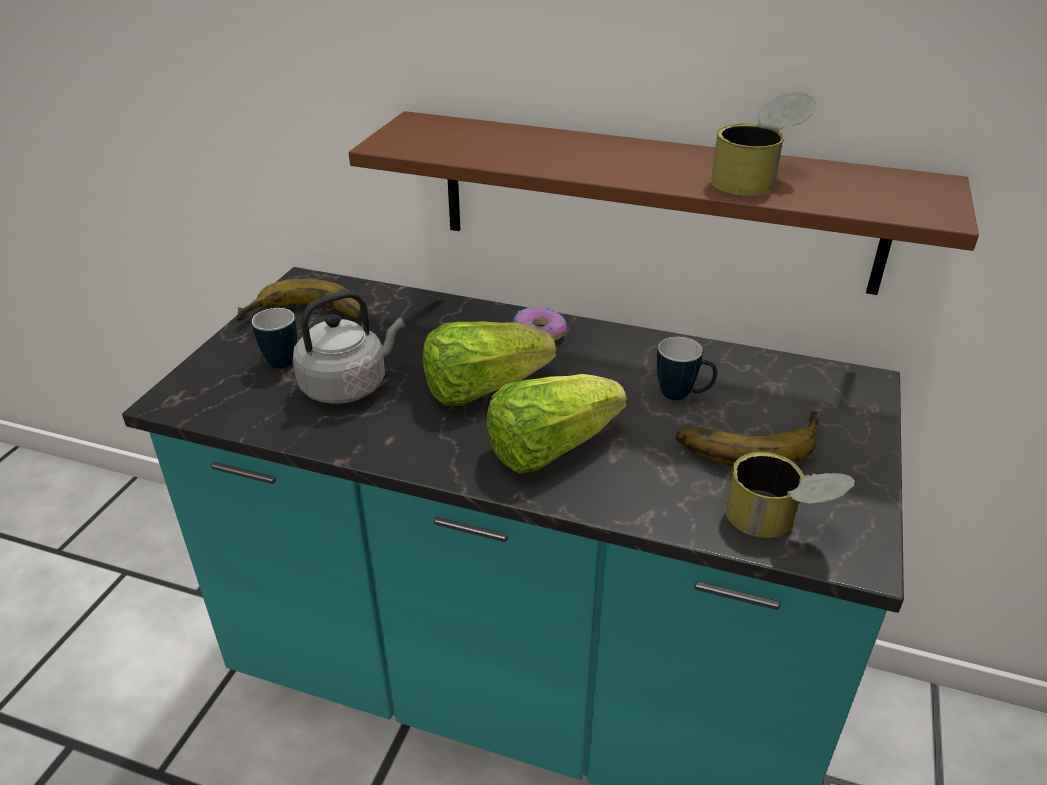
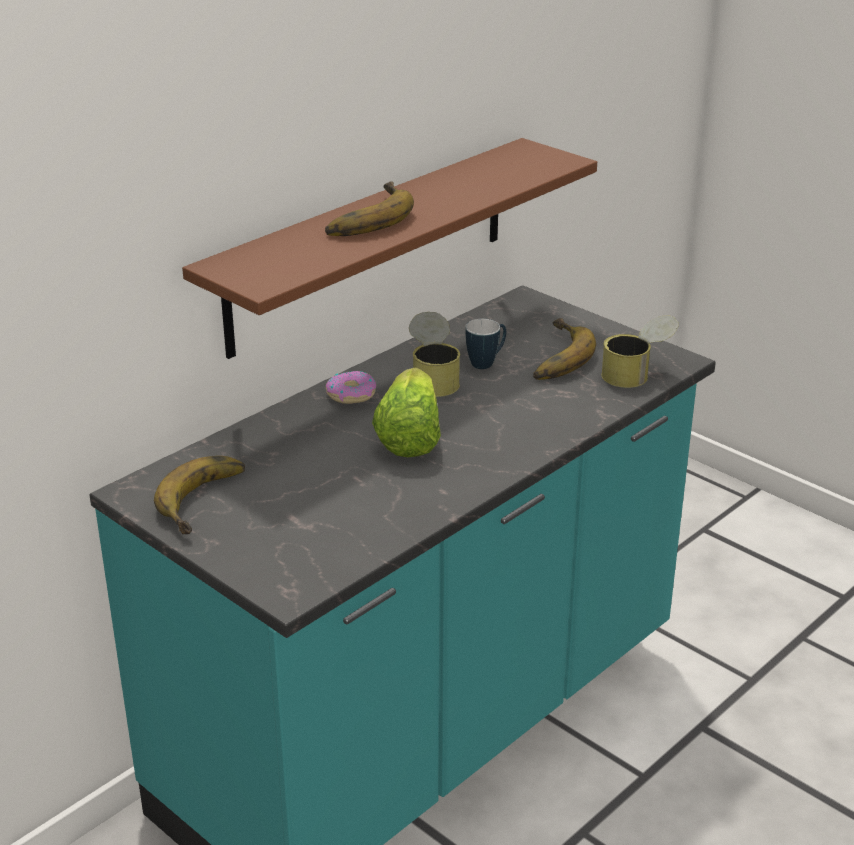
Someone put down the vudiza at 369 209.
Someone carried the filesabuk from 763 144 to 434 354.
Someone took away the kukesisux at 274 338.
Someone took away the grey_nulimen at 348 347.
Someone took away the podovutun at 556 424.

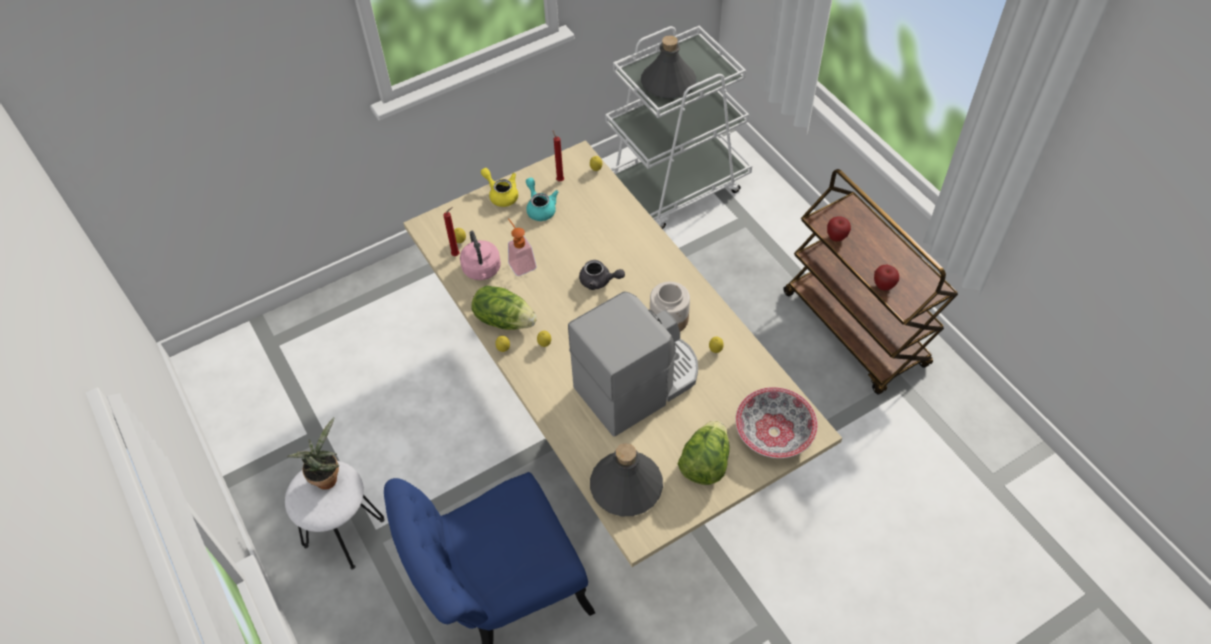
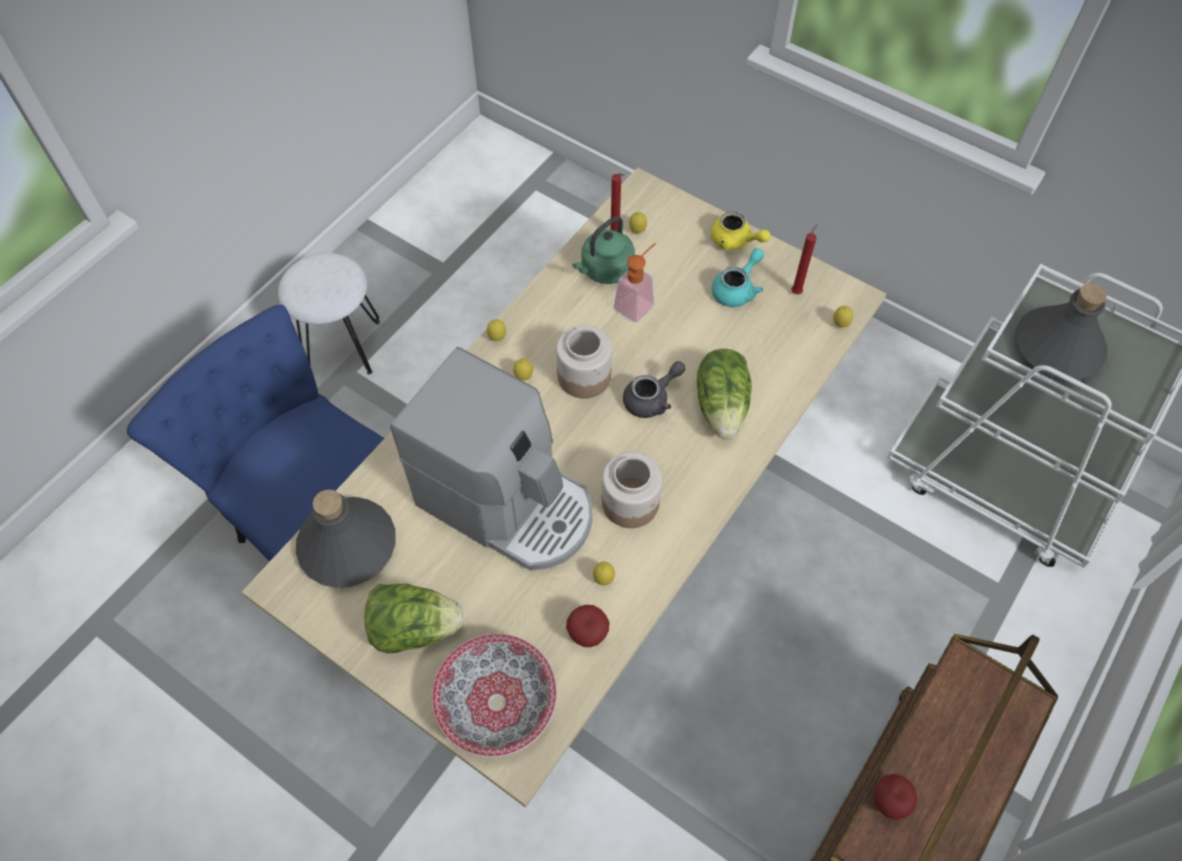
Someone put down the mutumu at 584 361.
Someone carried the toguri from 839 228 to 588 626.
Someone repainted the pink_nulimen at 480 255, which became the green_nulimen at 603 250.
Someone rotated the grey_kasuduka at 602 275 by 120 degrees counterclockwise.
Someone carried the podovutun from 504 307 to 724 394.
Someone rotated the yellow_kasuduka at 499 187 by 105 degrees clockwise.
Someone took away the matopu at 313 453.

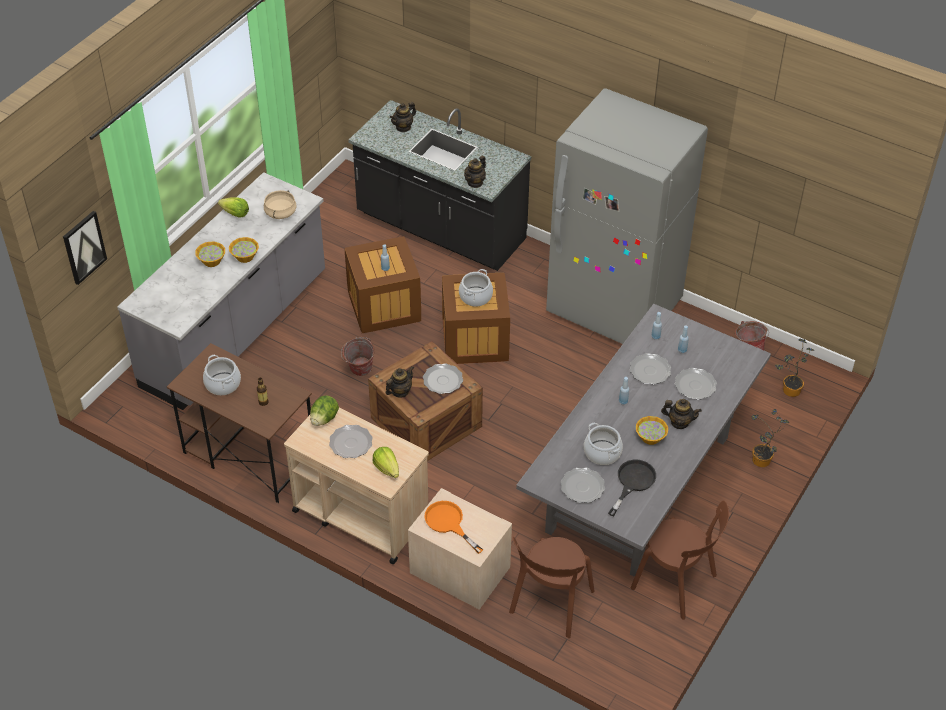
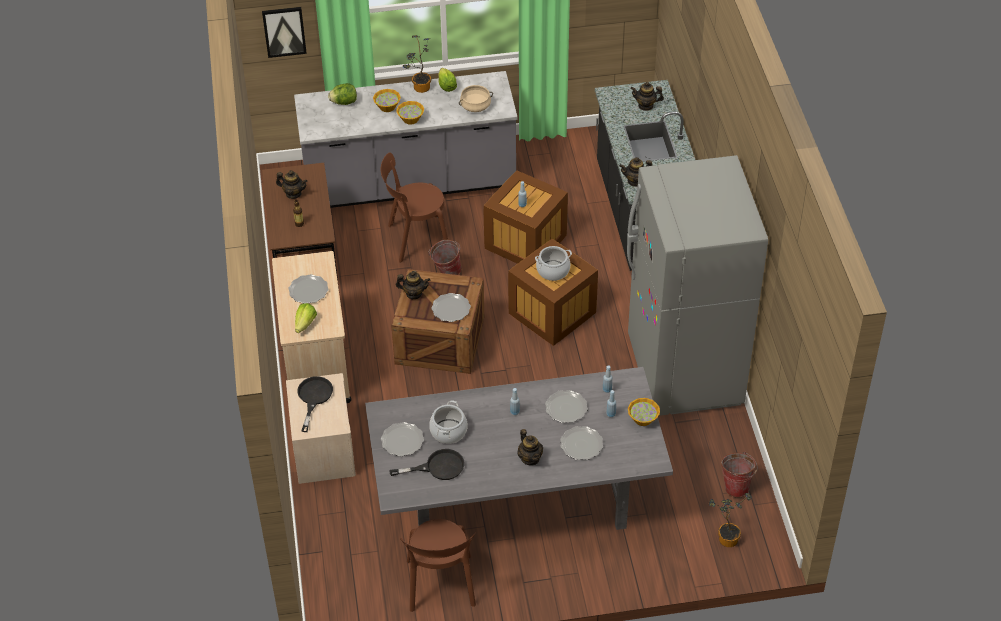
Someone swapped the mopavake at 222 375 for the kasuduka at 292 184.
Someone repainted the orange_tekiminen at 453 527, which became the black_tekiminen at 315 404.
Someone carried the podovutun from 324 411 to 342 94.
Someone carried the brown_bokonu from 551 587 to 414 207.
Someone carried the matopu from 770 438 to 417 64.
Someone carried the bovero from 652 430 to 644 412.

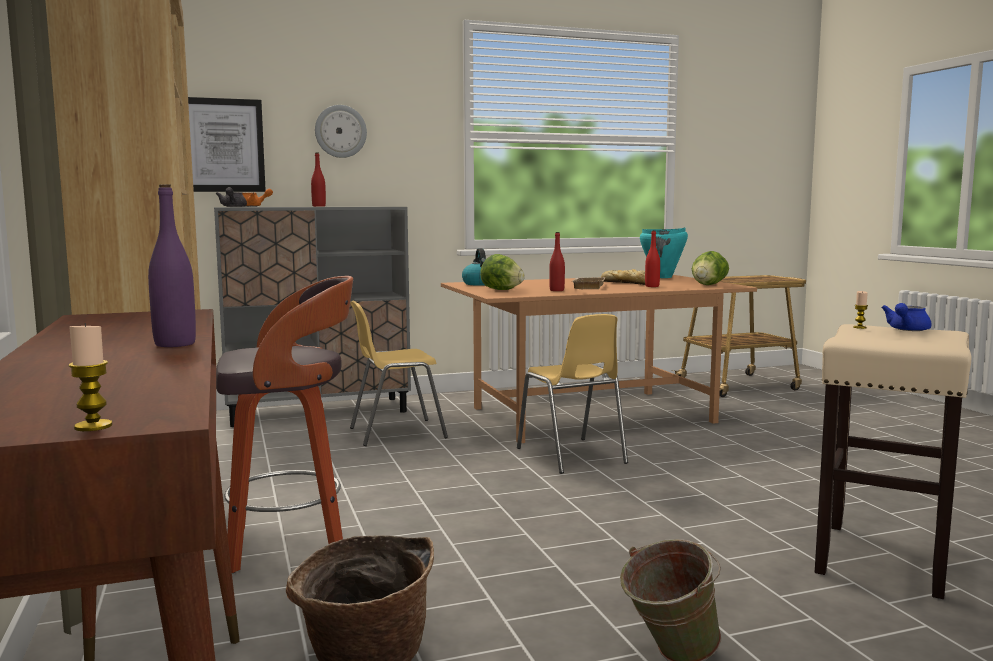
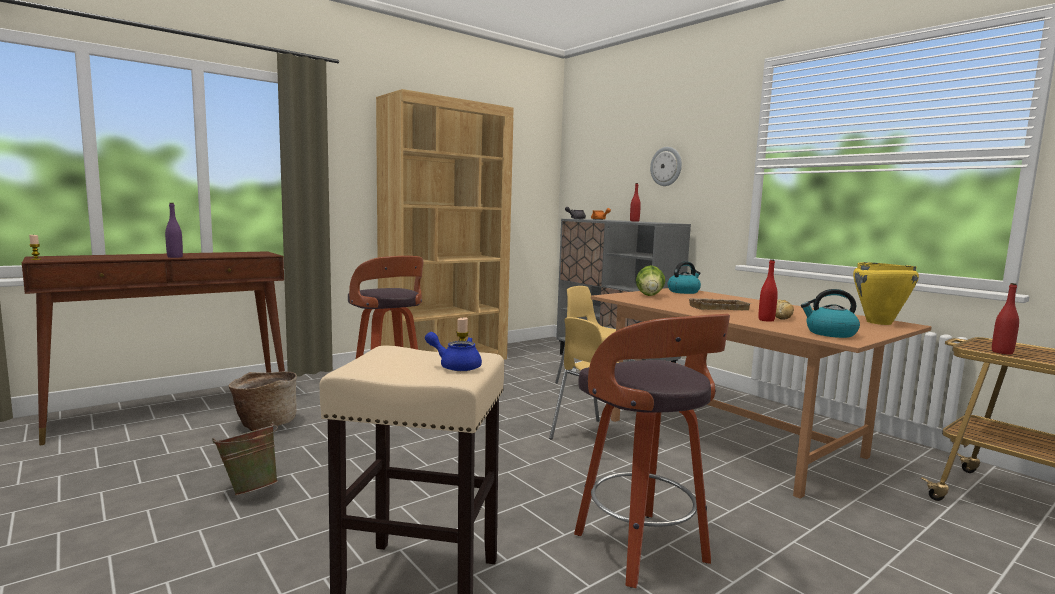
Someone put down the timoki at 652 450.
Someone swapped the podovutun at 710 268 for the nulimen at 830 313.
Someone repainted the turquoise_mopavake at 664 252, which became the yellow_mopavake at 886 293.
Someone carried the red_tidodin from 557 261 to 1005 318.
Someone took away the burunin at 227 144.

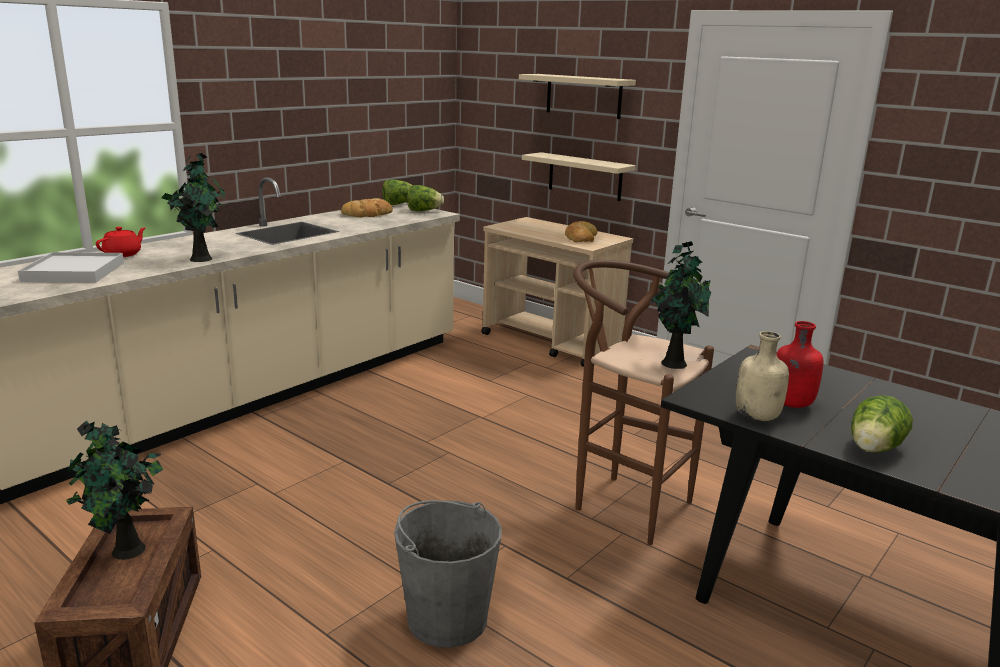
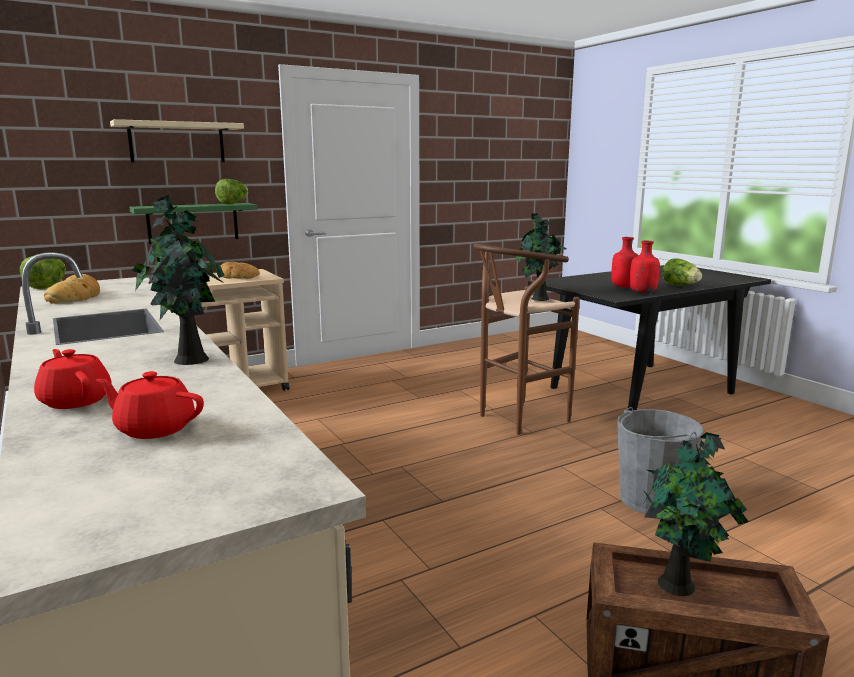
Someone swapped the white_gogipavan at 71 267 for the red_kasuduka at 150 405.
Someone repainted the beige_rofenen at 579 176, which became the green_rofenen at 193 223.
Someone carried the podovutun from 425 198 to 231 191.
Someone repainted the beige_tidodin at 762 376, which became the red_tidodin at 645 267.

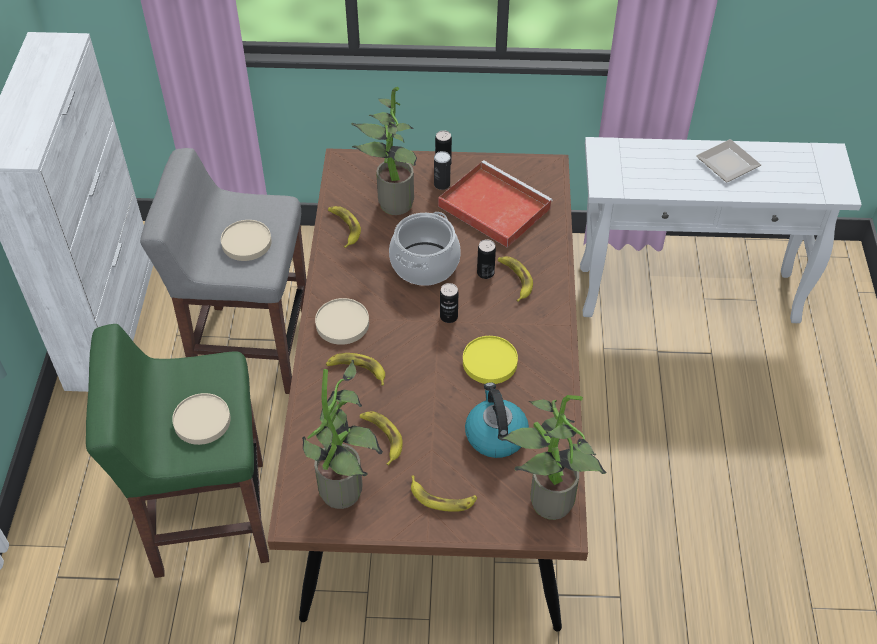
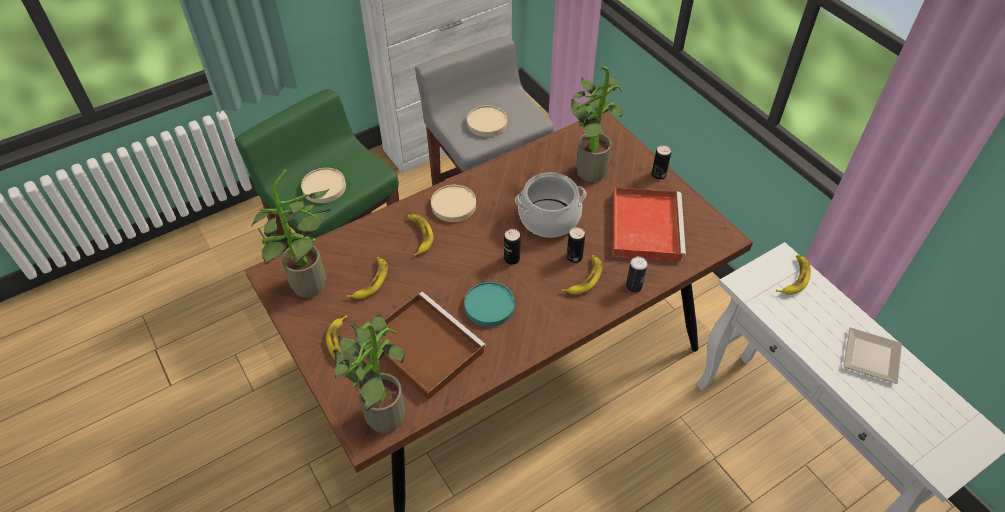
Someone swapped the nulimen at 497 420 for the brown_gogipavan at 433 346.
Someone repainted the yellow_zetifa at 490 360, which became the turquoise_zetifa at 489 304.
Someone carried the filesabuk from 442 170 to 637 274.
Someone carried the vudiza from 344 227 to 793 275.

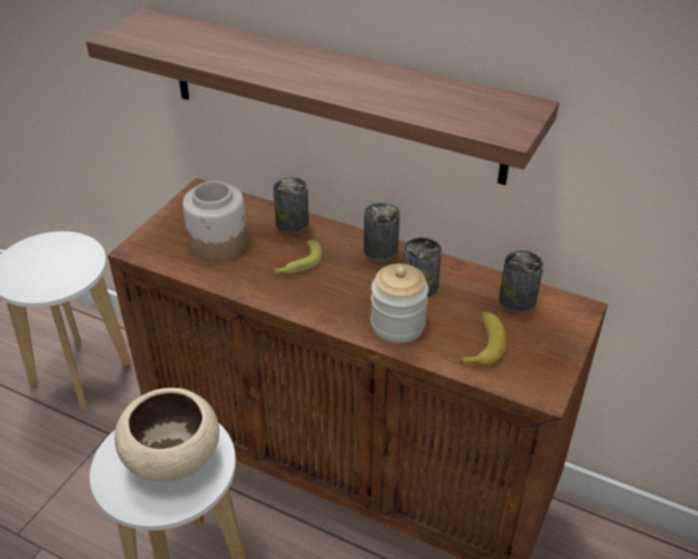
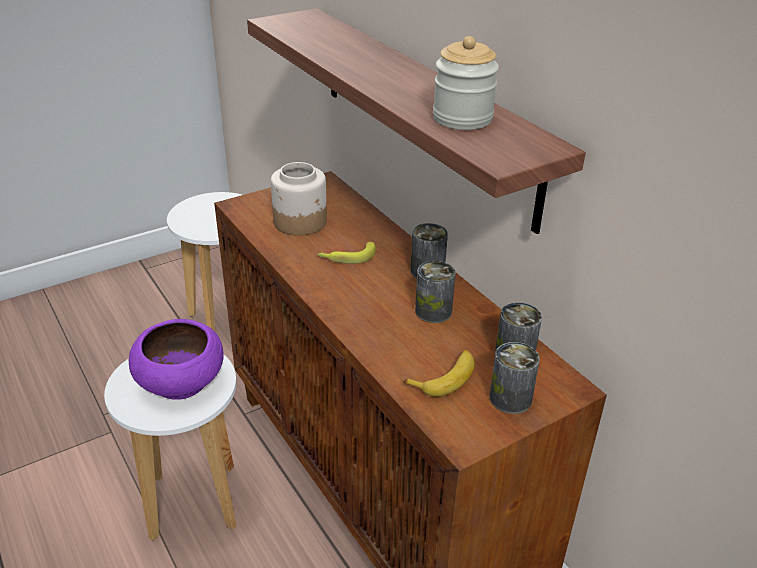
Someone repainted the beige_bovero at 166 435, which became the purple_bovero at 176 359.
Someone carried the mutumu from 400 303 to 466 83.
Someone carried the filesabuk from 291 205 to 515 378.

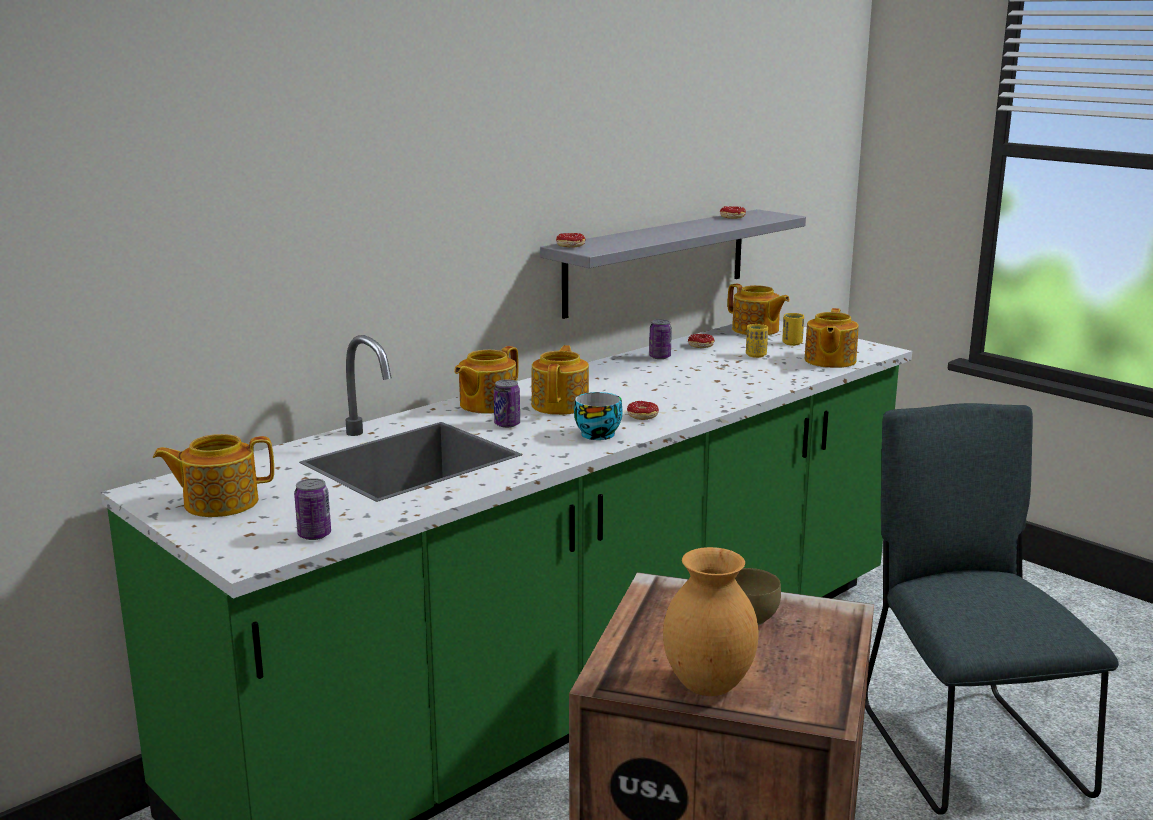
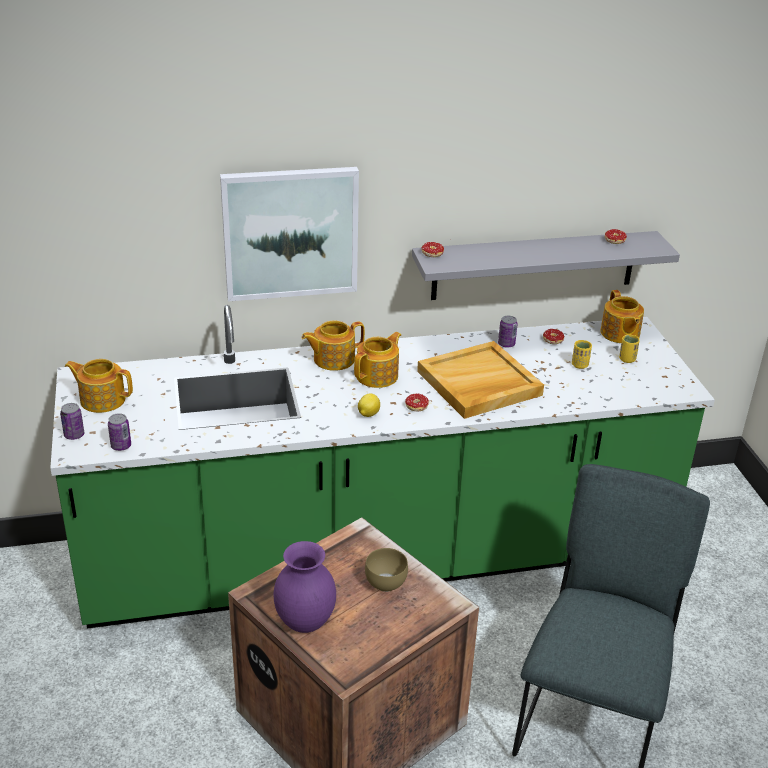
Someone carried the filesabuk from 507 404 to 72 421.
Someone put up the burunin at 289 234.
Someone repainted the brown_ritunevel at 711 621, which became the purple_ritunevel at 304 587.
Someone swapped the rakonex at 598 416 for the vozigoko at 369 405.
Someone put down the beige_gogipavan at 480 380.
Someone took away the kasuduka at 832 338.

